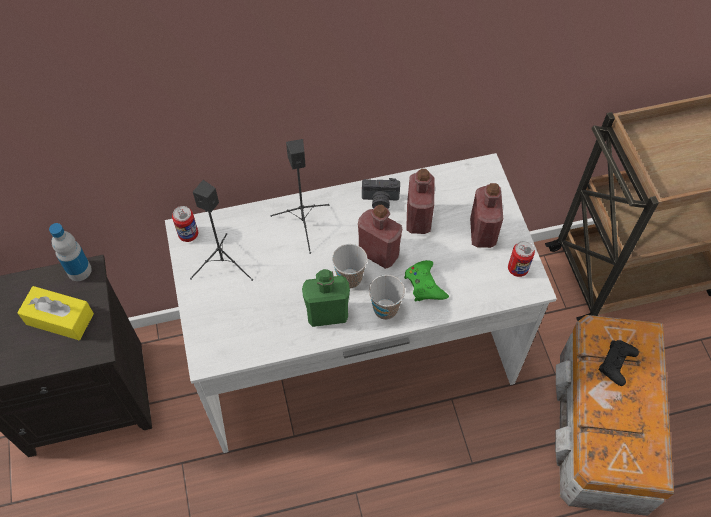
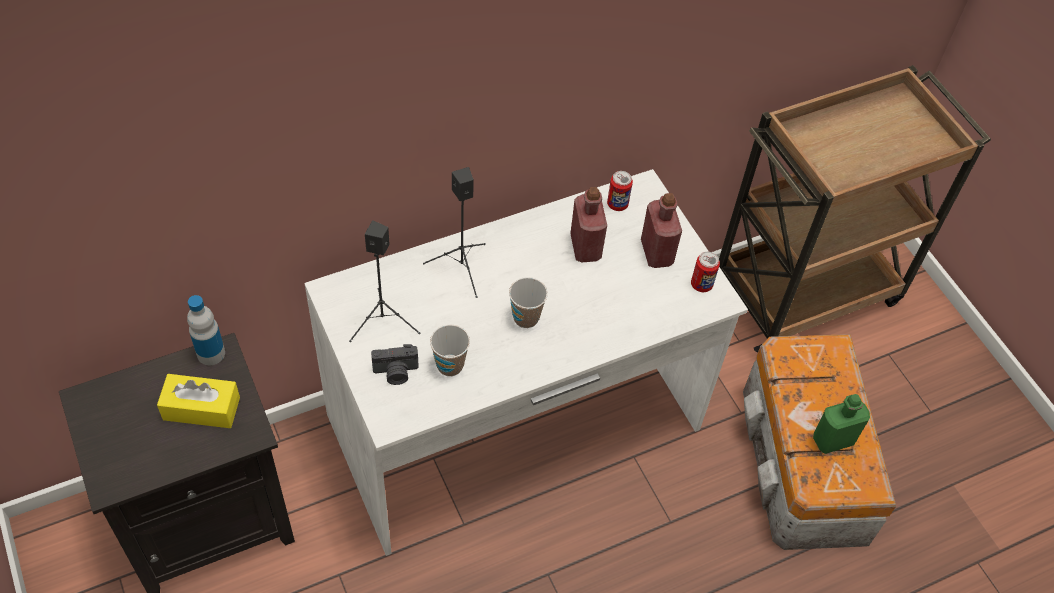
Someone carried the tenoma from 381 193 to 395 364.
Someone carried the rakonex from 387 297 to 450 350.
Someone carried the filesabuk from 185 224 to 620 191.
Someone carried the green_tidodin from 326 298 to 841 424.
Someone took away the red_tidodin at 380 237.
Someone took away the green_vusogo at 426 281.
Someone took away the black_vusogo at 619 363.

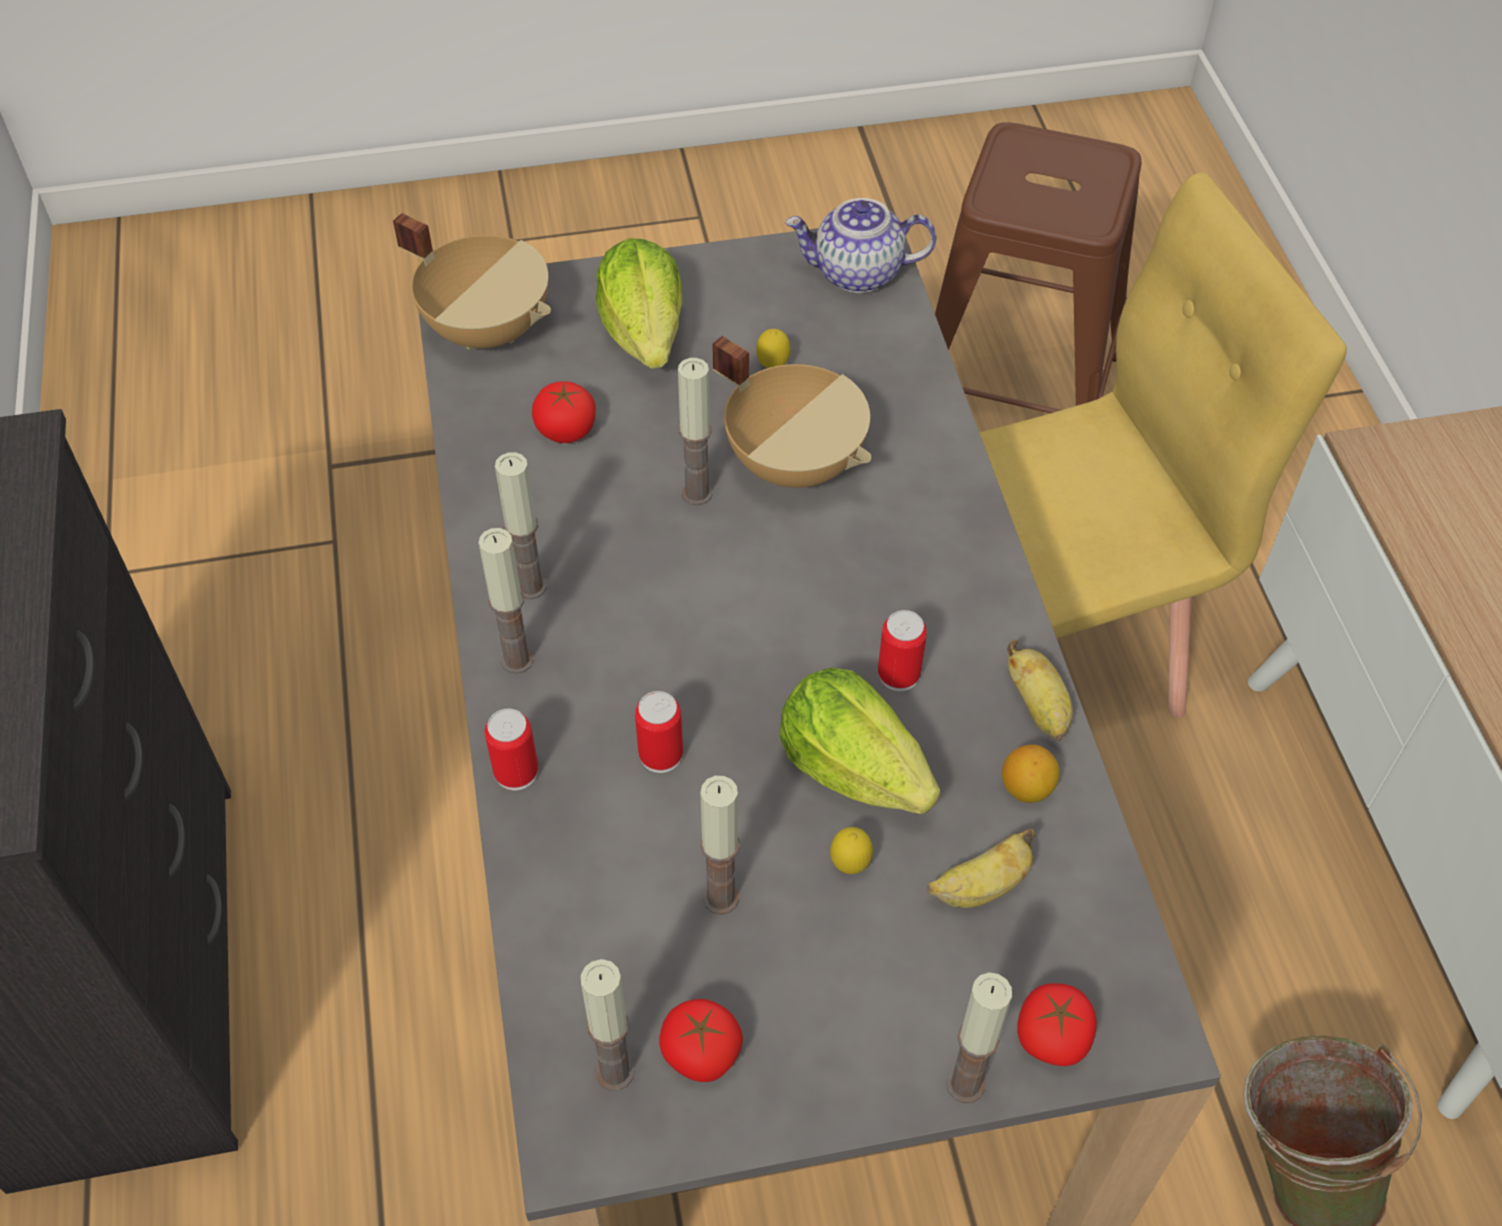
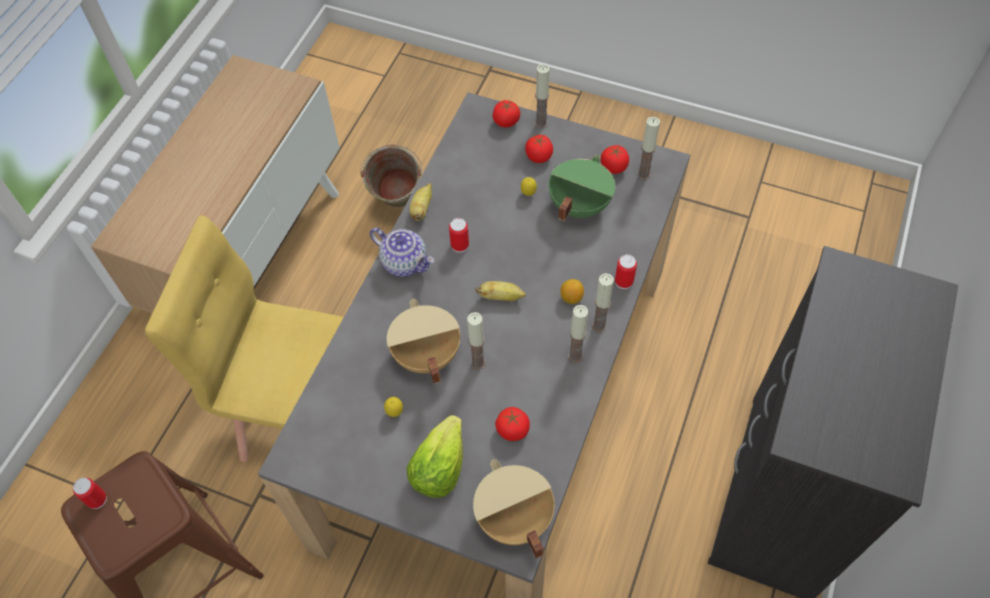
Someone carried the filesabuk from 659 732 to 90 493.
Someone carried the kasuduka from 860 245 to 402 252.
Someone carried the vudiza from 980 868 to 500 291.
Someone put down the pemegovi at 539 149.
Someone swapped the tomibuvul at 720 845 for the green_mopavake at 581 188.
Someone carried the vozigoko from 1031 773 to 572 291.
Someone took away the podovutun at 859 741.

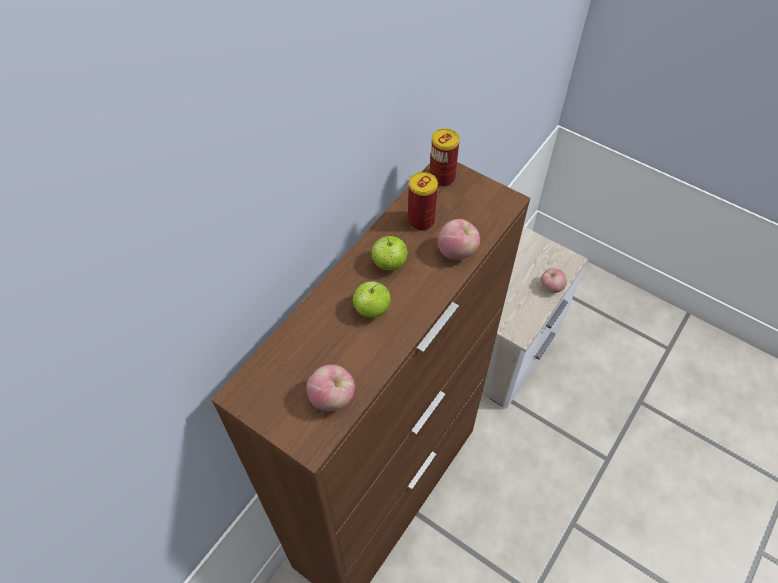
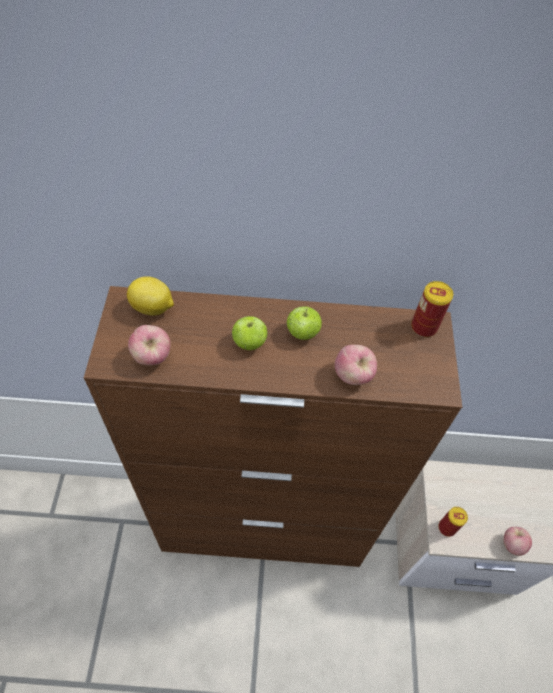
Someone put down the vozigoko at 150 295.
Someone carried the filesabuk from 423 201 to 453 522.

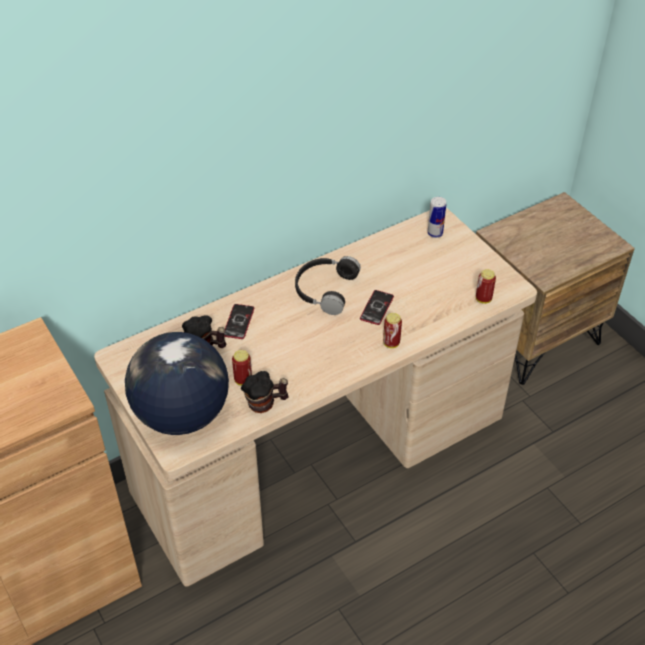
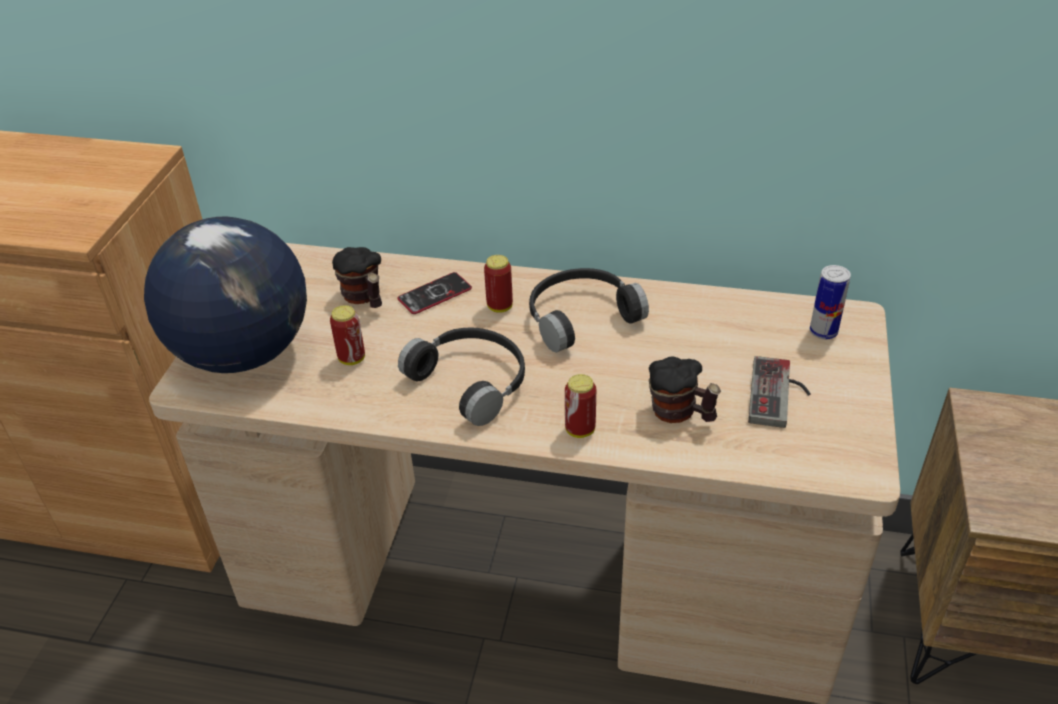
Someone put down the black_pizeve at 461 376.
Someone carried the filesabuk from 486 286 to 498 284.
Someone carried the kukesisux from 264 392 to 685 389.
Someone put down the vusogo at 779 392.
Someone took away the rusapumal at 377 307.

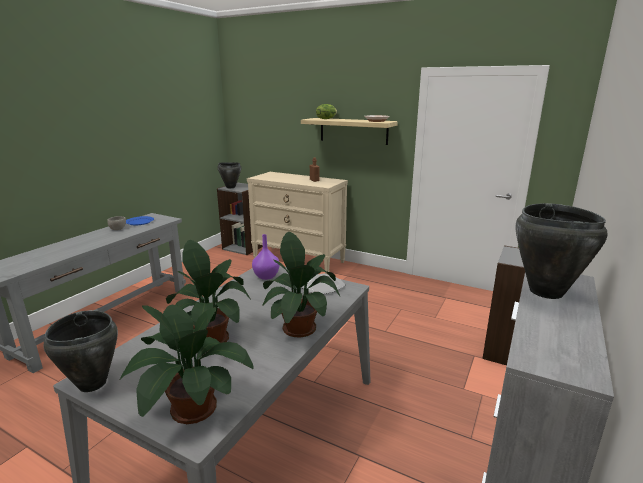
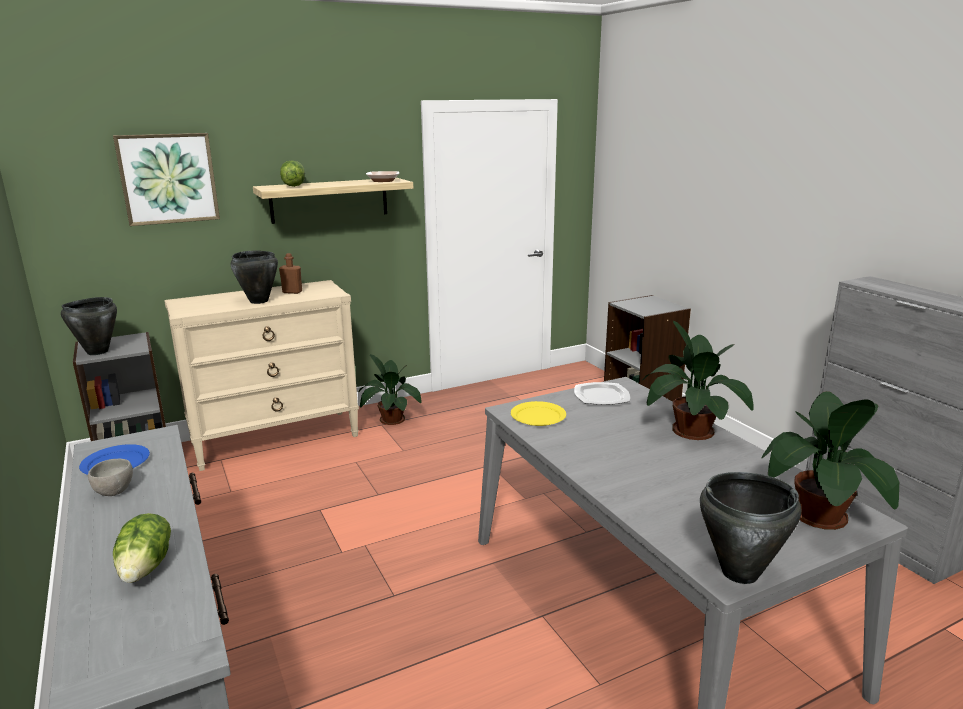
Someone put up the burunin at 166 179.
Someone put down the podovutun at 142 548.
Someone carried the black_mopavake from 561 251 to 254 277.
Someone carried the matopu from 208 291 to 390 389.
Someone swapped the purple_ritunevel at 266 257 for the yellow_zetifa at 538 413.

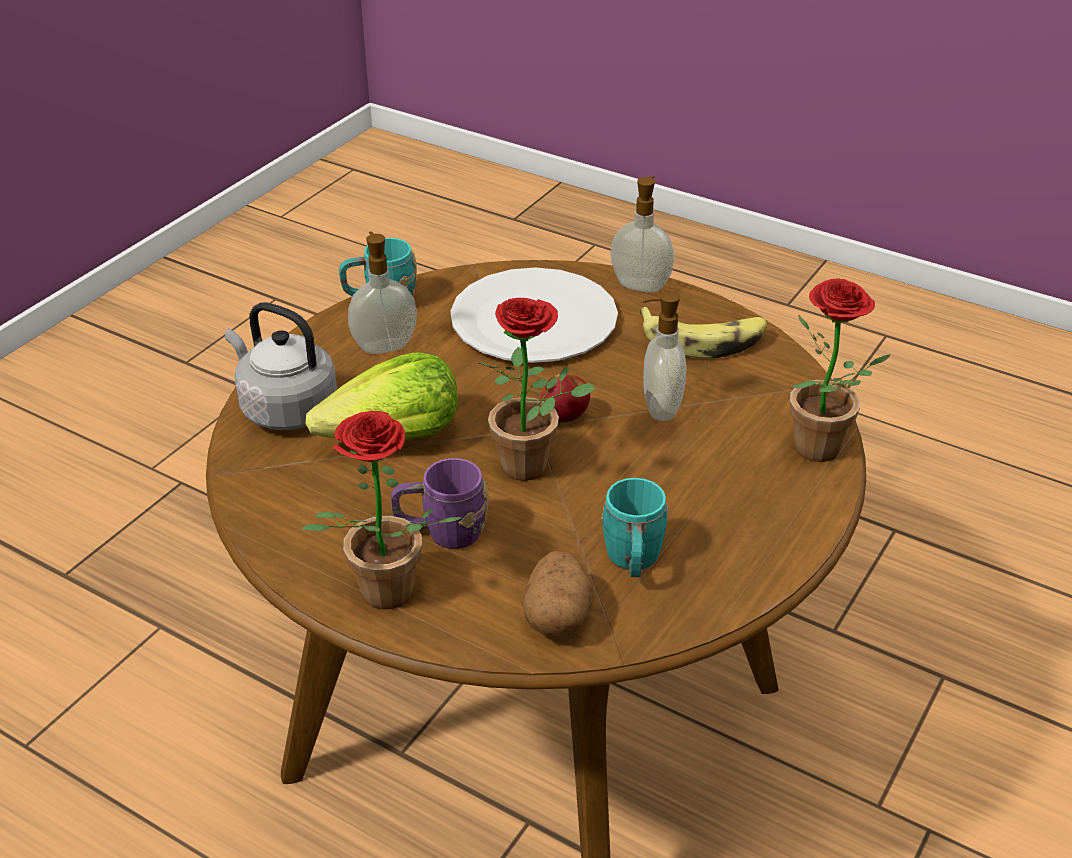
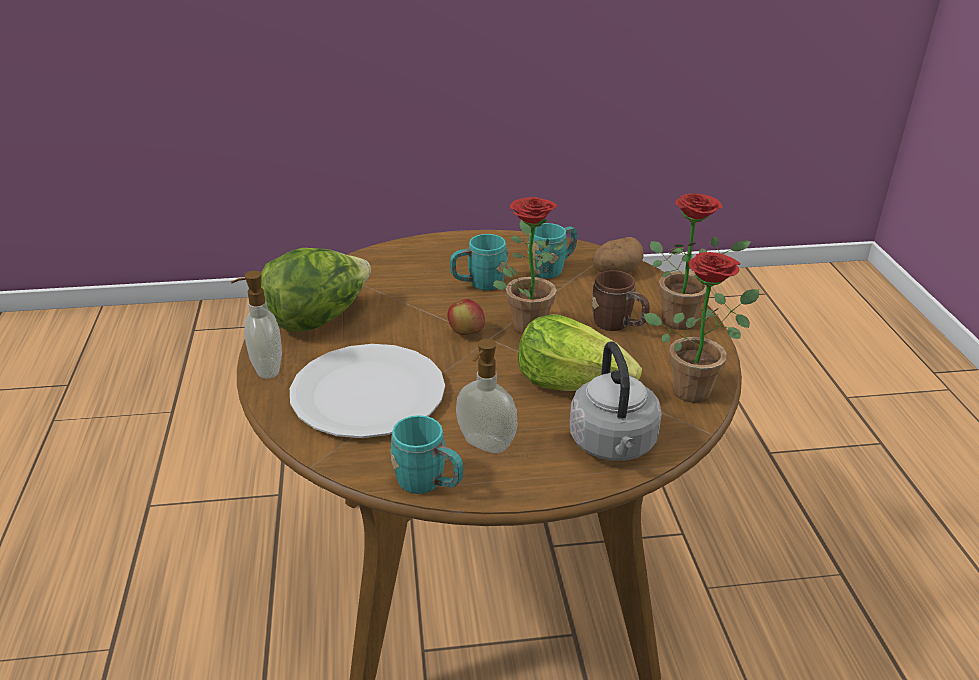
Someone swapped the vudiza at 703 333 for the podovutun at 316 290.
Someone put down the turquoise_kukesisux at 479 262.
Someone repainted the purple_kukesisux at 439 503, which became the brown_kukesisux at 621 300.
Someone carried the matopu from 840 370 to 701 327.
Someone took away the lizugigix at 664 356.

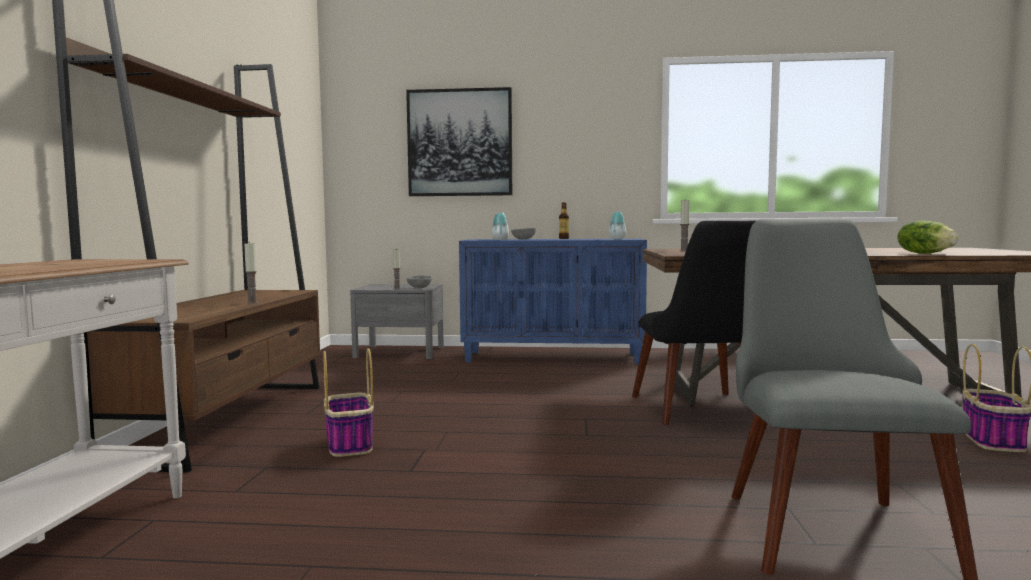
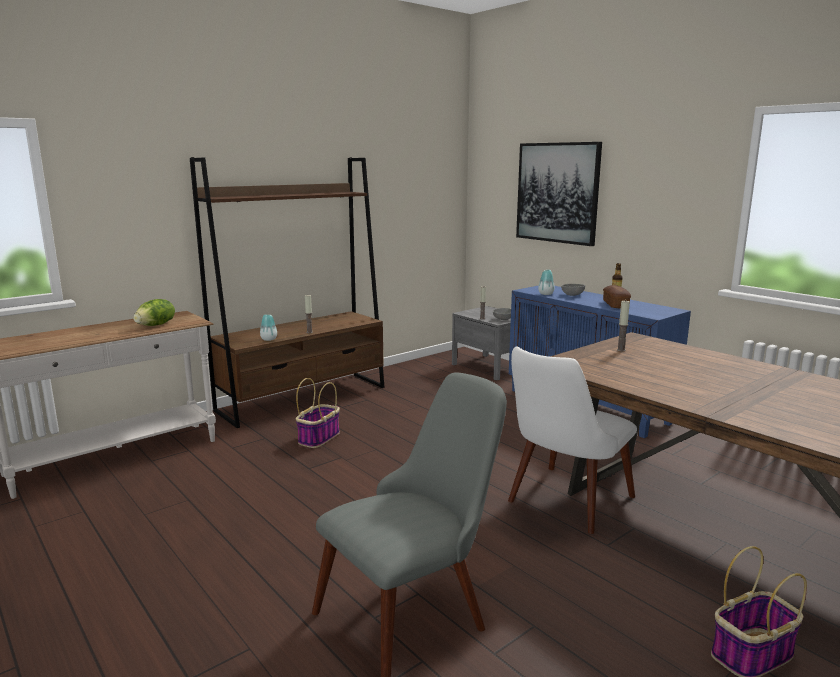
Someone carried the podovutun from 928 237 to 154 312.
Someone carried the ritunevel from 617 225 to 268 327.
Someone repainted the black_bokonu at 694 322, which became the white_bokonu at 572 440.
Someone put down the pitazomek at 617 296.

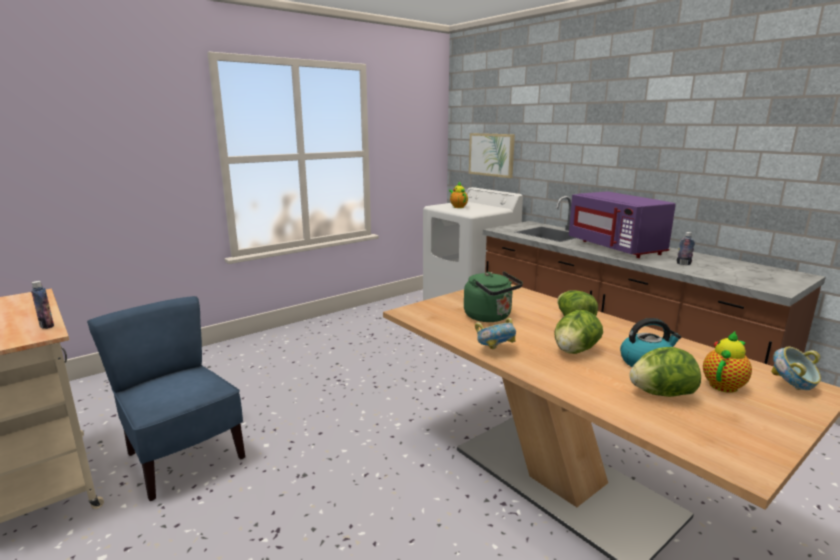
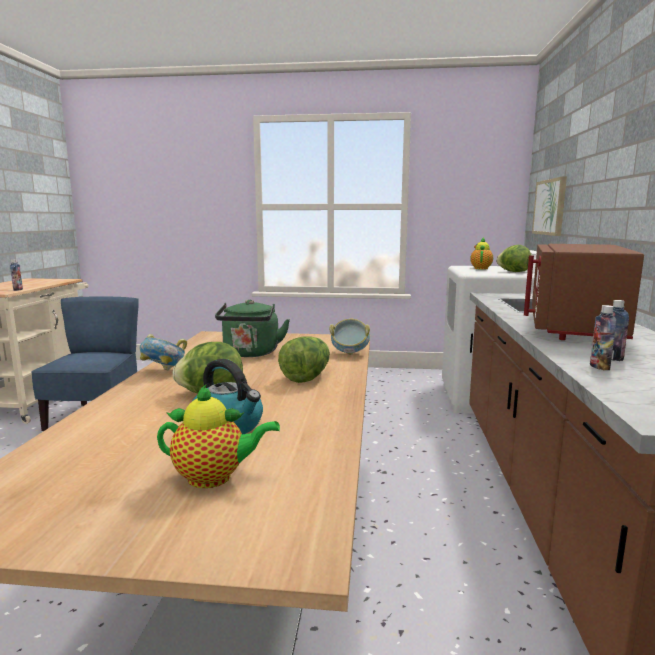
Someone carried the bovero from 796 368 to 349 337.
Someone carried the podovutun from 665 372 to 513 258.
Someone repainted the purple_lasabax at 622 225, which became the brown_lasabax at 584 292.
Someone put down the tidodin at 603 337.

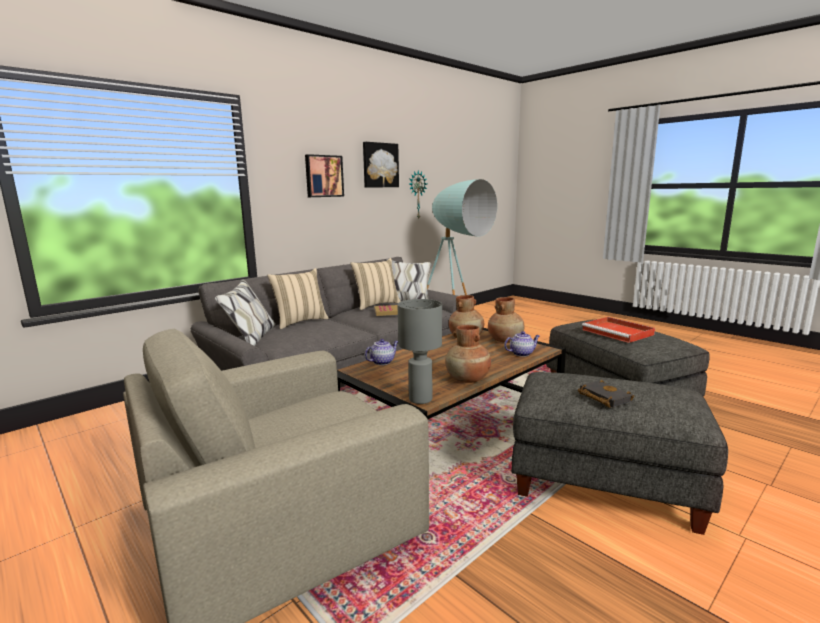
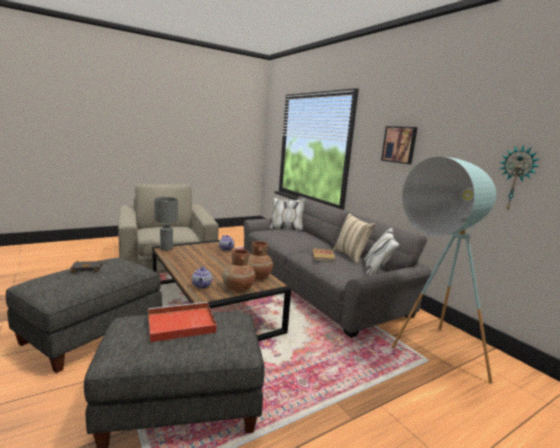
Someone took away the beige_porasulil at 298 298.
Someone took away the burunin at 381 165.
Someone took away the brown_ritunevel at 468 354.

